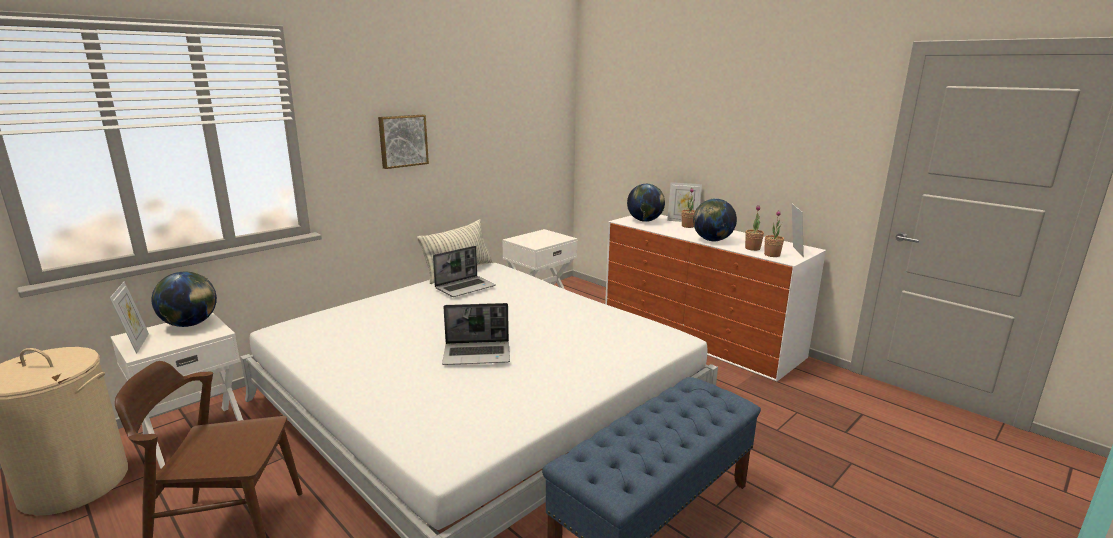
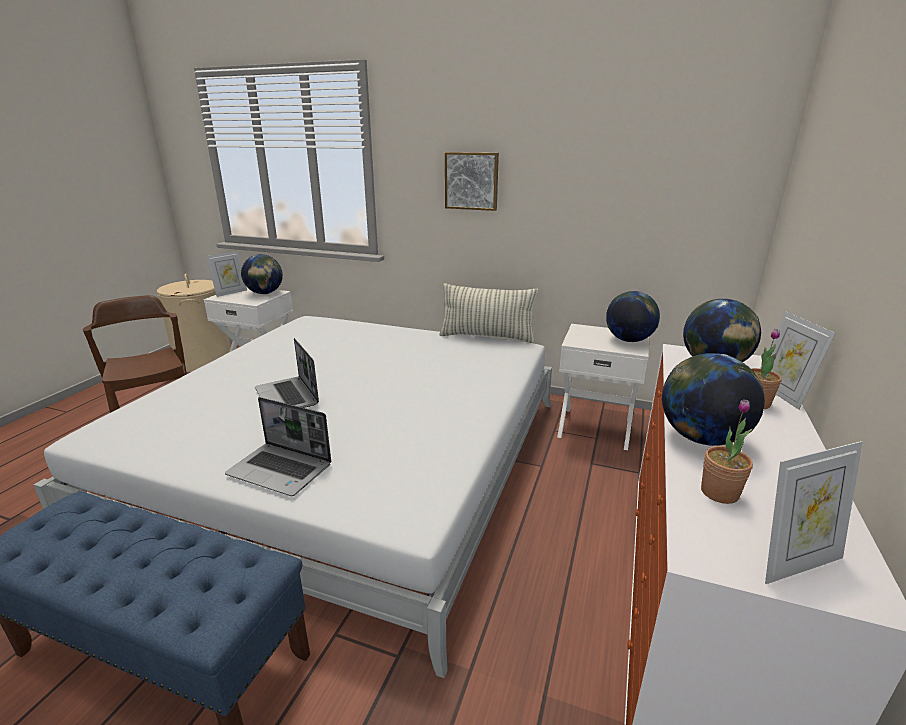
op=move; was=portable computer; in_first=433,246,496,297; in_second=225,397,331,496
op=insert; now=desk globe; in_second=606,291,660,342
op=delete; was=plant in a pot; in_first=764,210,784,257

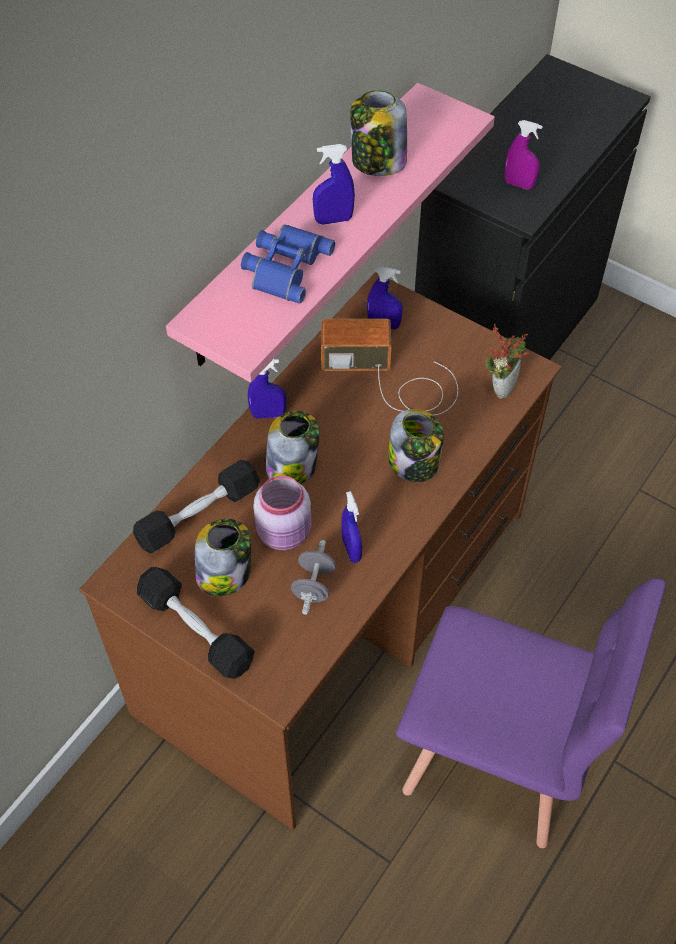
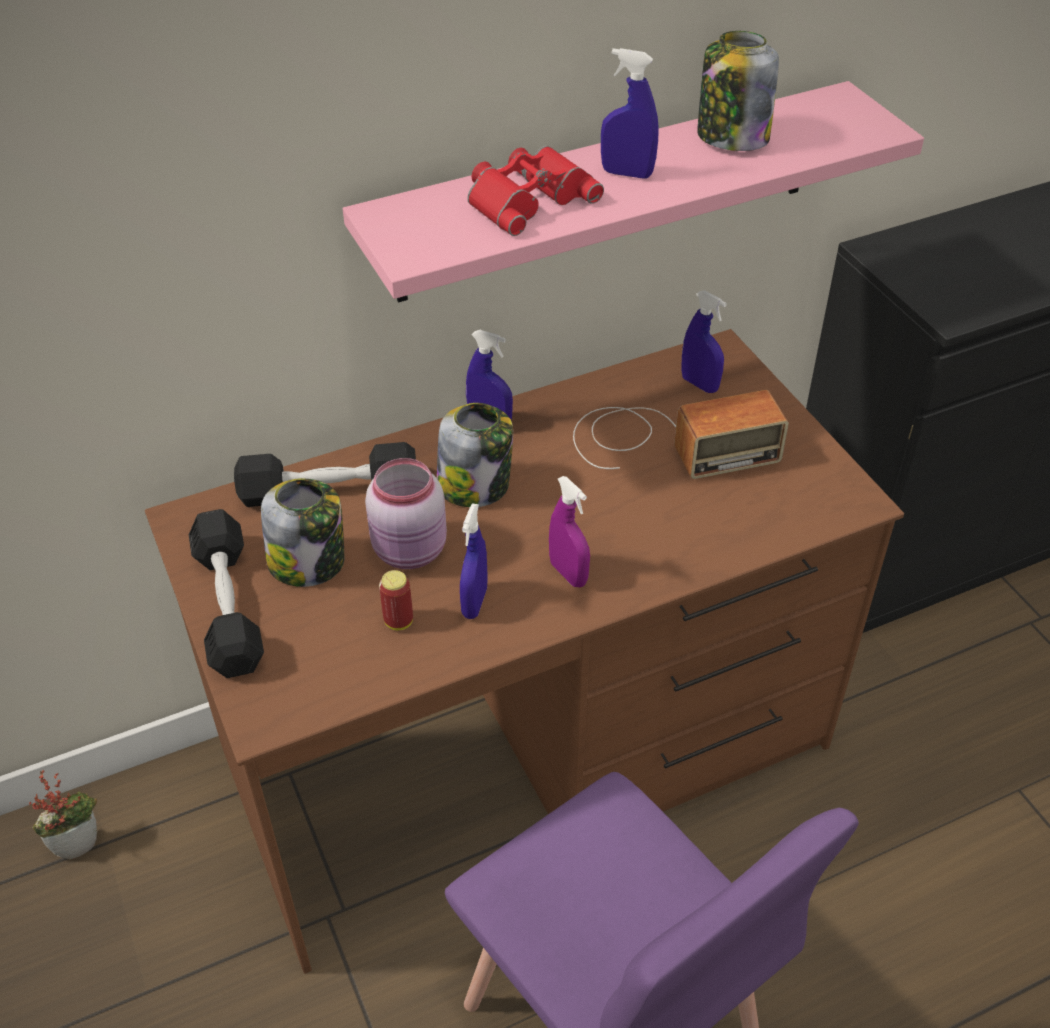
op=move; was=plant in a pot; in_first=485,324,529,399; in_second=29,770,97,860
op=replace; was=grey free weight; now=sealed can; in_first=291,540,336,615; in_second=379,570,413,630
op=recolor; was=blue-coloured pair of binoculars; now=reddish pair of binoculars; in_first=241,224,335,304; in_second=467,146,604,236
op=move; was=purple sprayer; in_first=505,120,543,189; in_second=549,476,590,587
op=rotate; was=radio; in_first=321,319,458,416; in_second=573,390,789,479; clockwise=135
op=delete; was=jar; in_first=388,409,444,482

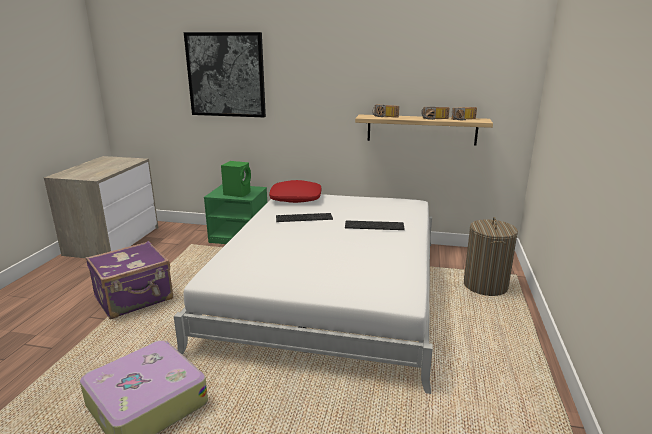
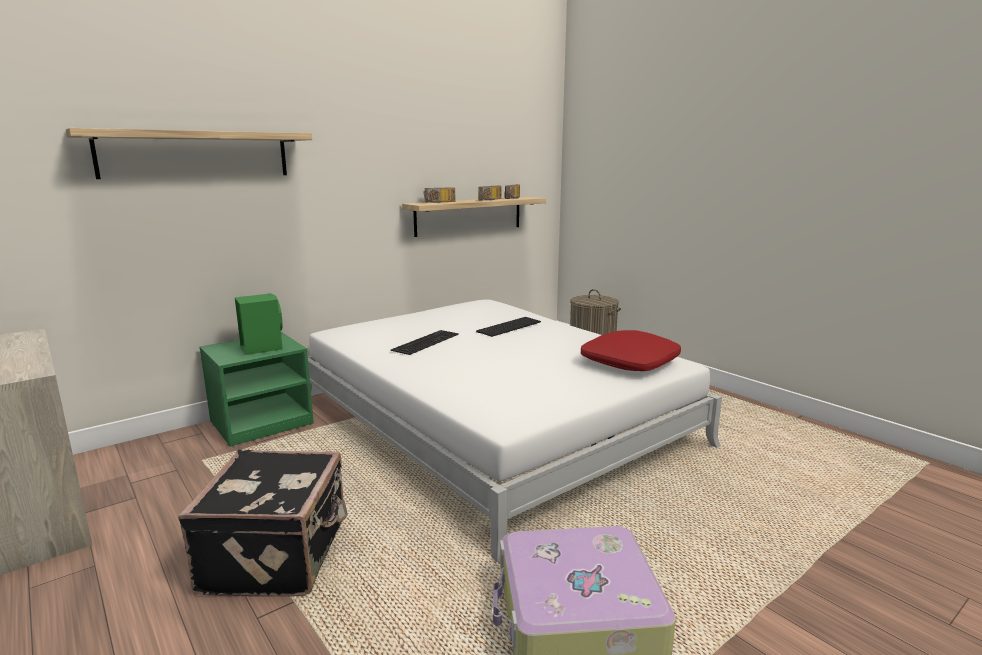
op=replace; was=picture; now=bracket shelf; in_first=184,32,266,117; in_second=66,128,312,179
op=recolor; was=purple piece of luggage; now=black piece of luggage; in_first=86,241,173,319; in_second=178,449,348,597
op=move; was=reddish throw pillow; in_first=269,180,321,203; in_second=581,330,681,371

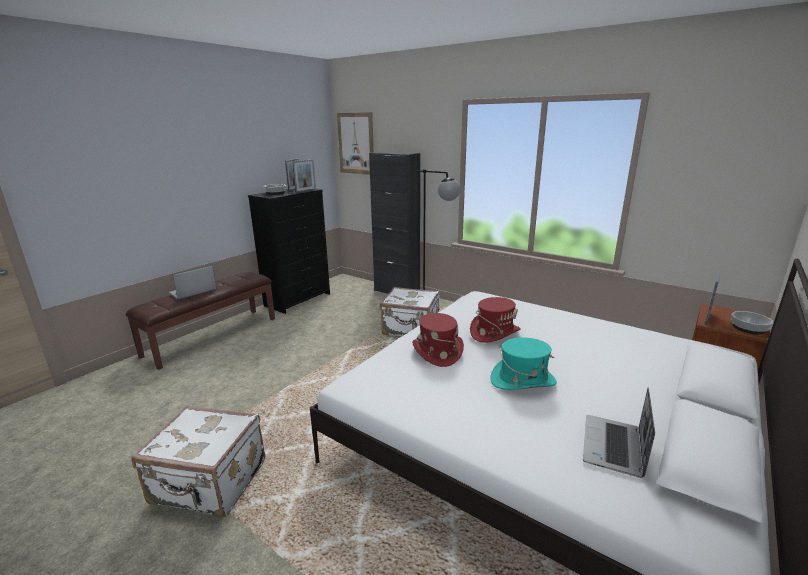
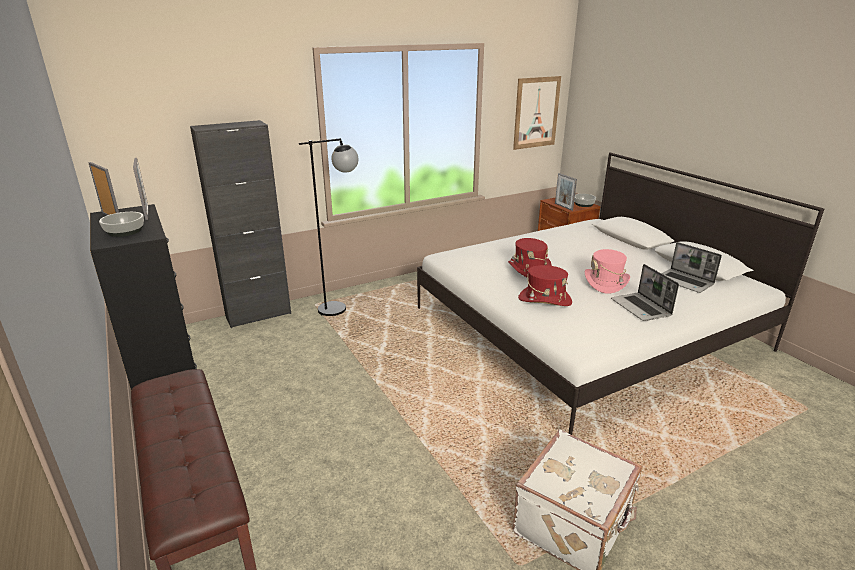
op=move; was=picture; in_first=337,112,374,175; in_second=513,76,561,150
op=recolor; was=blue-green clothing hat; now=pink clothing hat; in_first=490,337,557,390; in_second=585,249,630,294
op=move; was=portable computer; in_first=169,266,217,300; in_second=611,264,679,321
op=delete; was=whitish piece of luggage; in_first=380,287,440,336

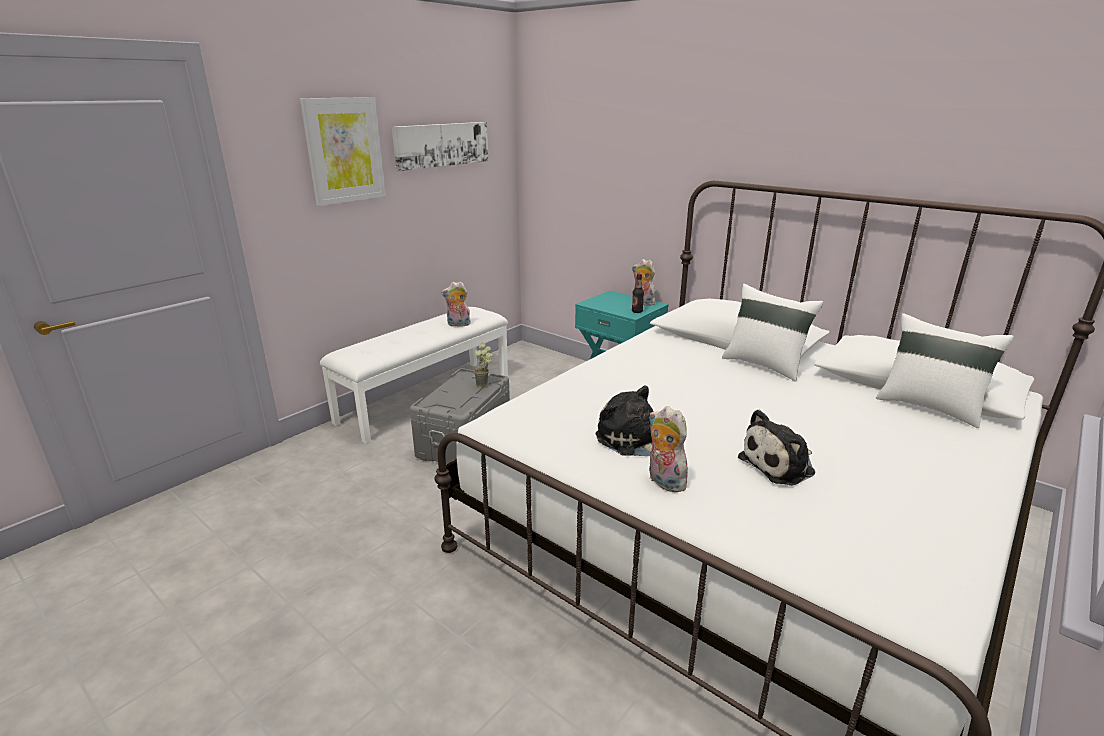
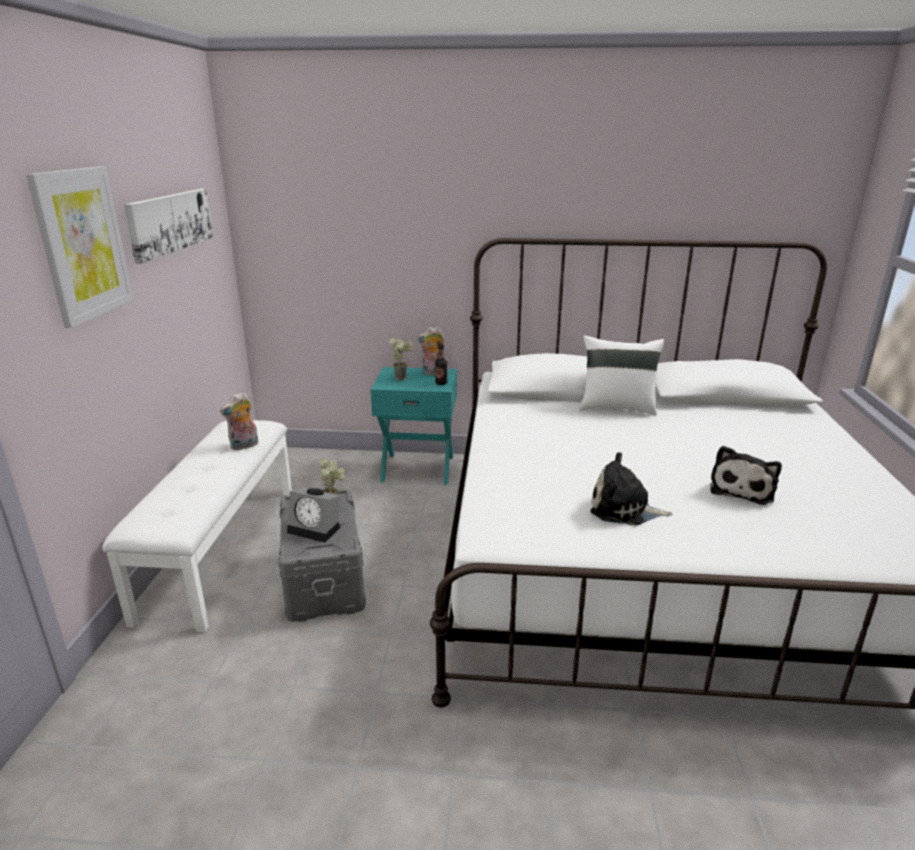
op=insert; now=alarm clock; in_second=287,488,341,543
op=insert; now=plant in a pot; in_second=389,338,413,381
op=delete; was=plush toy; in_first=649,406,692,492
op=delete; was=whitish throw pillow; in_first=876,313,1014,428

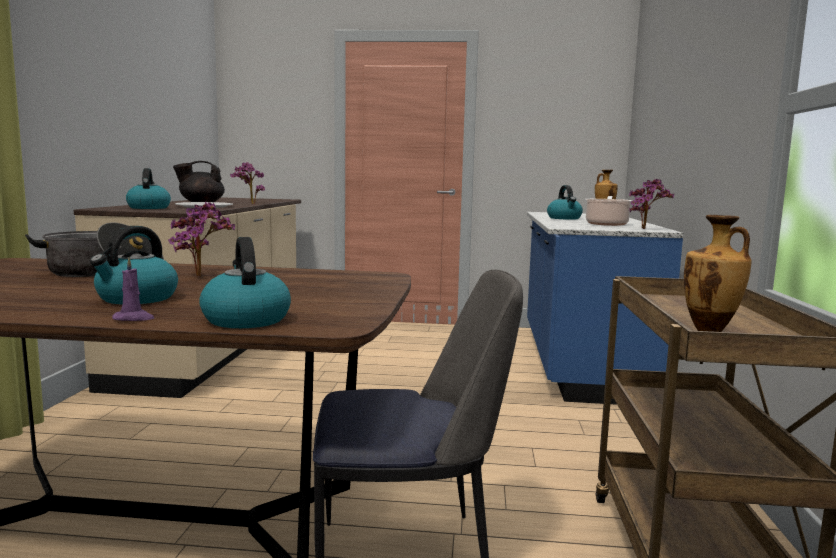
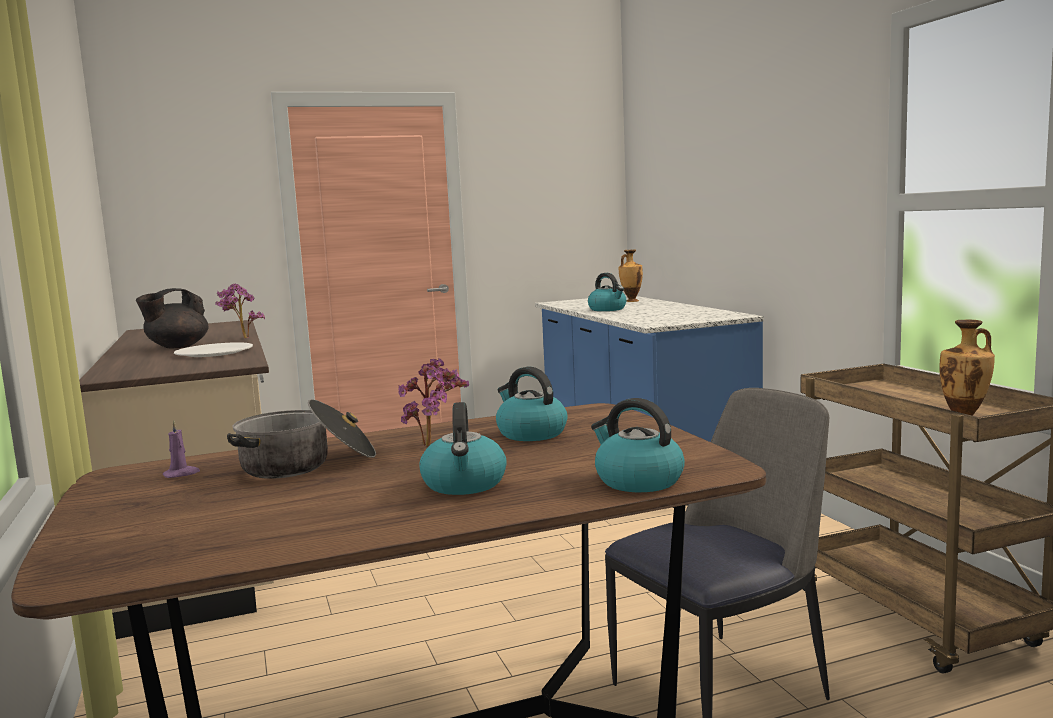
op=move; was=purple wax light; in_first=112,257,154,321; in_second=163,420,200,478
op=move; was=water kettle; in_first=126,168,171,209; in_second=496,367,567,441
op=delete; was=stockpot; in_first=585,196,633,226
op=delete; was=plant in a pot; in_first=629,179,674,229

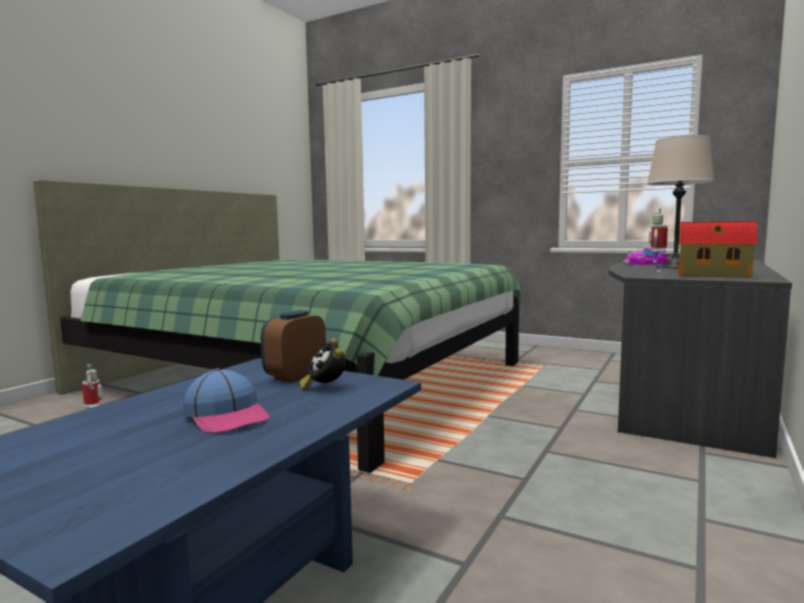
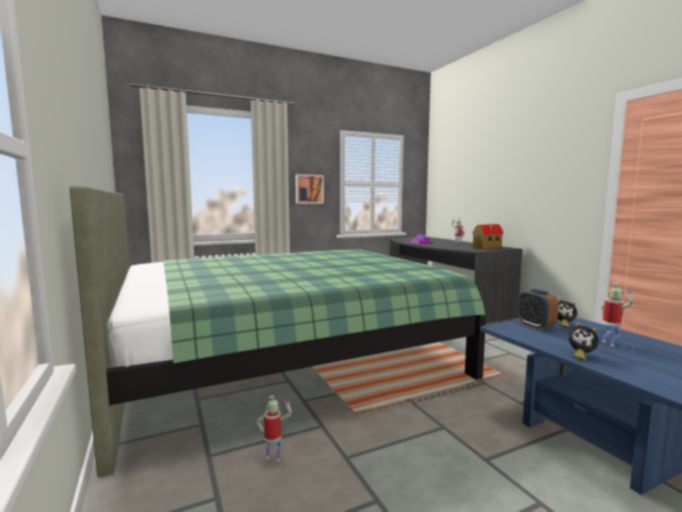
op=insert; now=picture; in_second=295,174,324,204
op=insert; now=alarm clock; in_second=569,323,599,360
op=replace; was=baseball cap; now=toy robot; in_first=183,368,270,433; in_second=601,283,634,346
op=delete; was=beige tabletop lamp; in_first=647,135,715,268

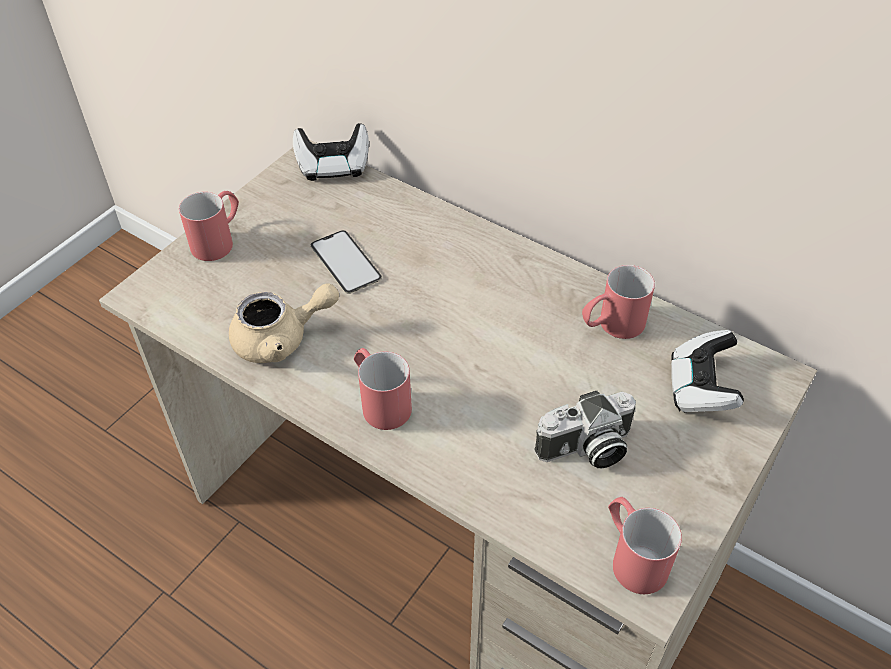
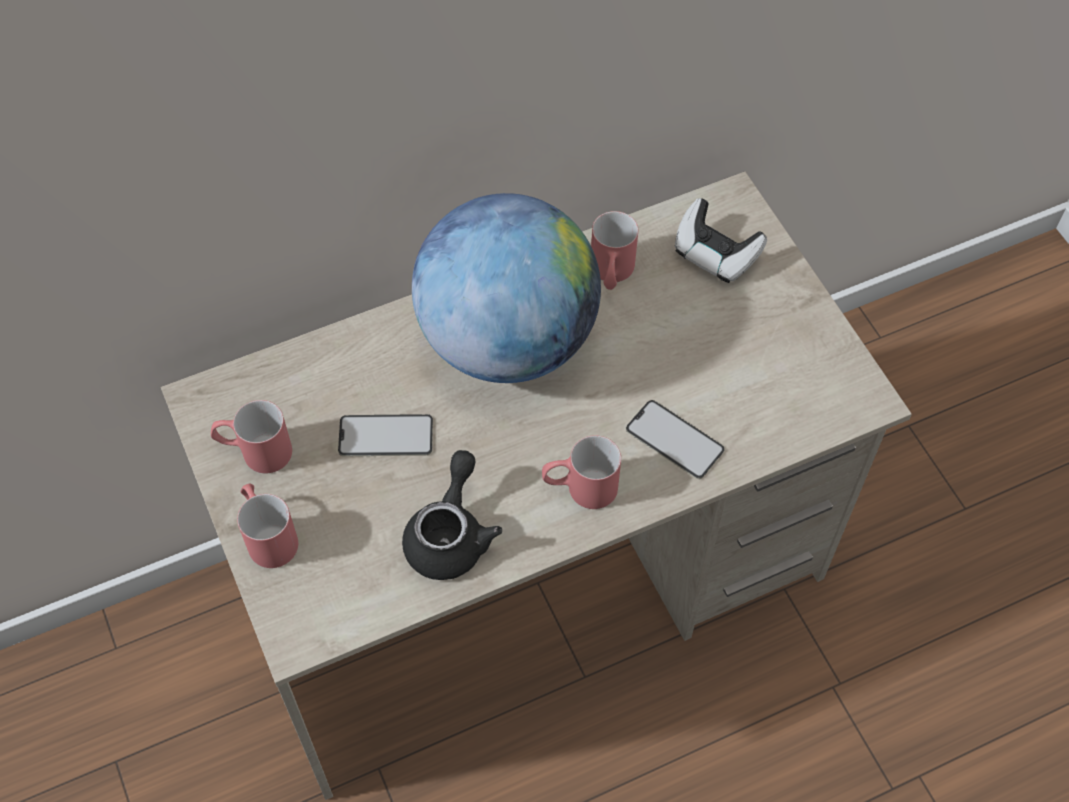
op=move; was=reddish coffee mug; in_first=608,497,682,594; in_second=211,400,292,473
op=recolor; was=beige tea pot; now=black tea pot; in_first=229,283,339,363; in_second=402,450,502,580
op=insert; now=desk globe; in_second=412,193,601,383
op=insert; now=phone; in_second=626,400,725,479
op=delete; was=joypad; in_first=293,123,369,181
op=delete; was=photo camera; in_first=534,390,636,468

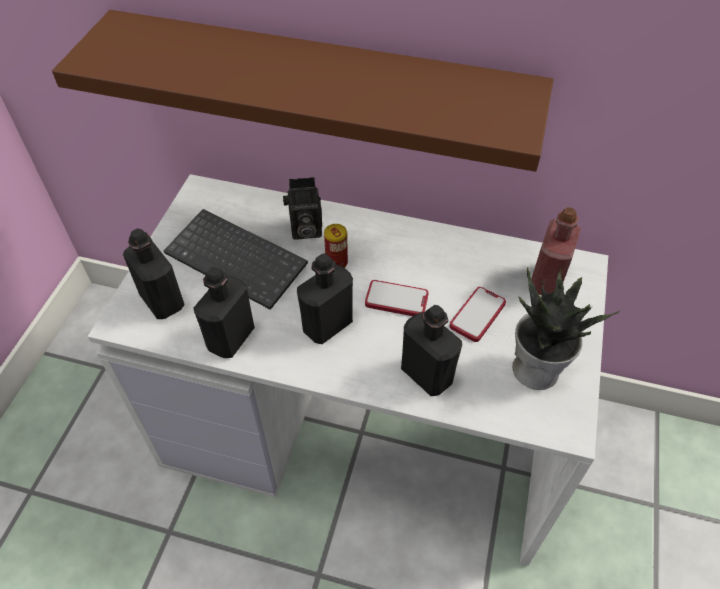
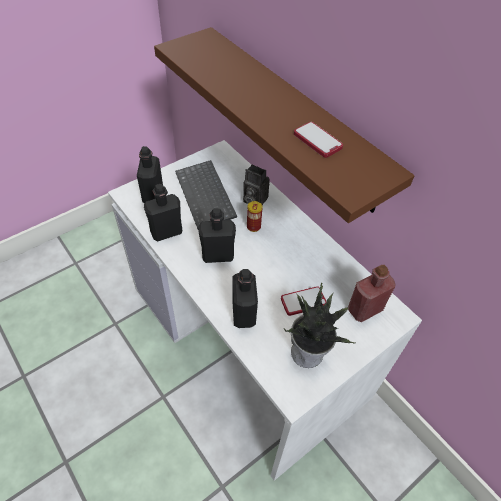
op=move; was=phone; in_first=365,280,429,316; in_second=294,122,343,158

